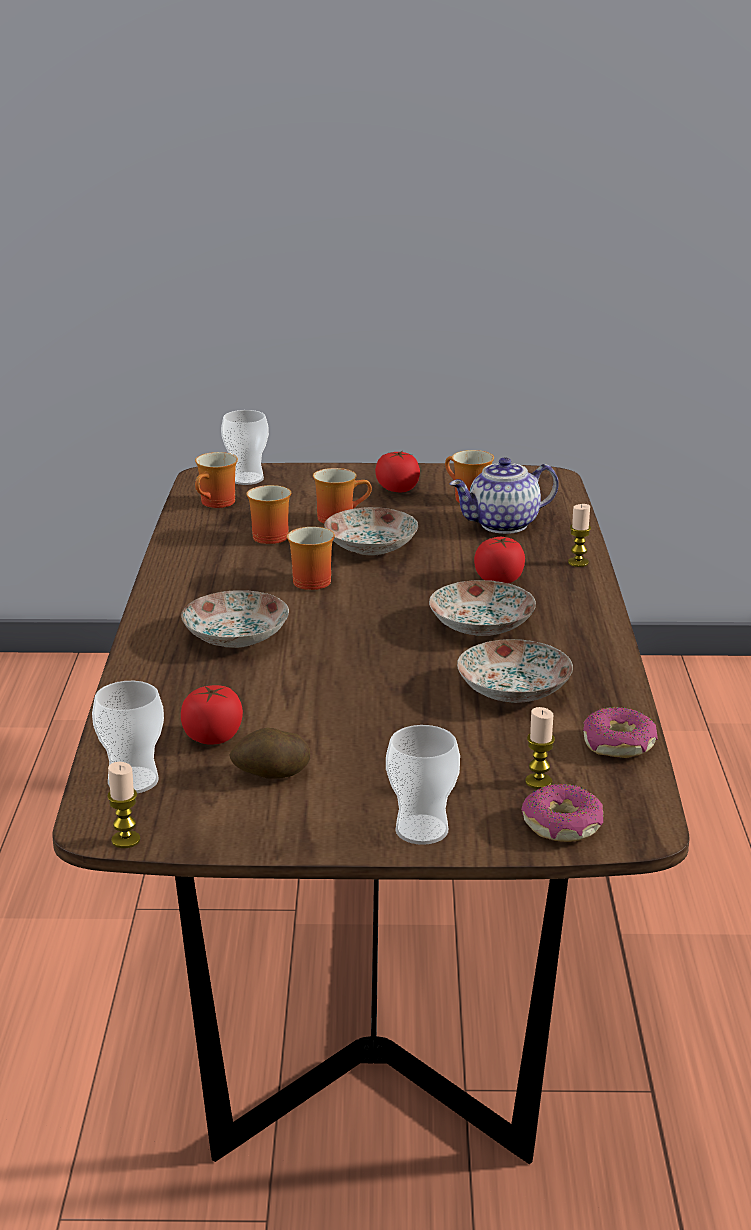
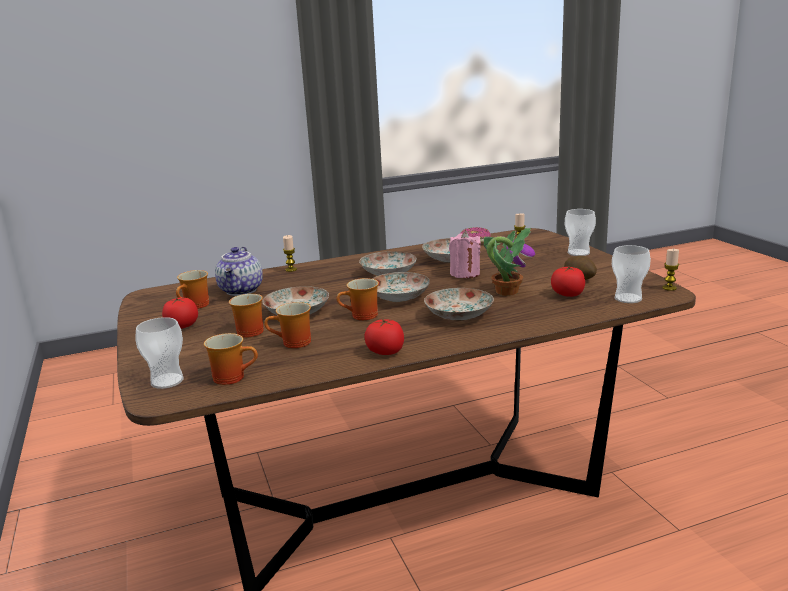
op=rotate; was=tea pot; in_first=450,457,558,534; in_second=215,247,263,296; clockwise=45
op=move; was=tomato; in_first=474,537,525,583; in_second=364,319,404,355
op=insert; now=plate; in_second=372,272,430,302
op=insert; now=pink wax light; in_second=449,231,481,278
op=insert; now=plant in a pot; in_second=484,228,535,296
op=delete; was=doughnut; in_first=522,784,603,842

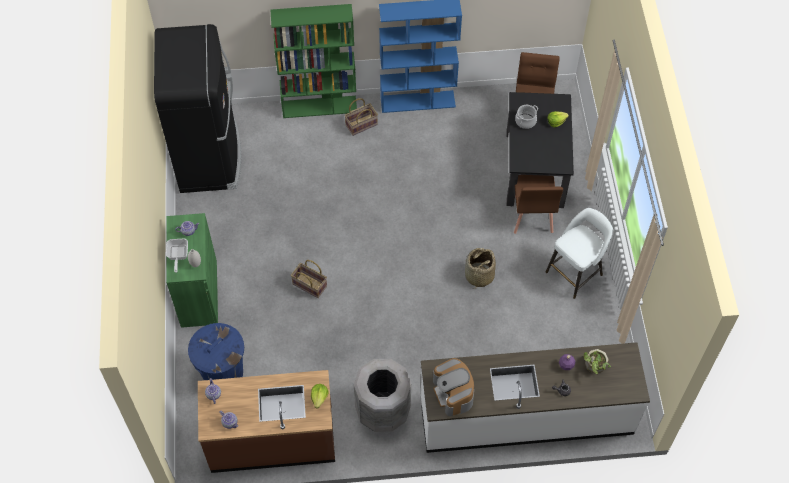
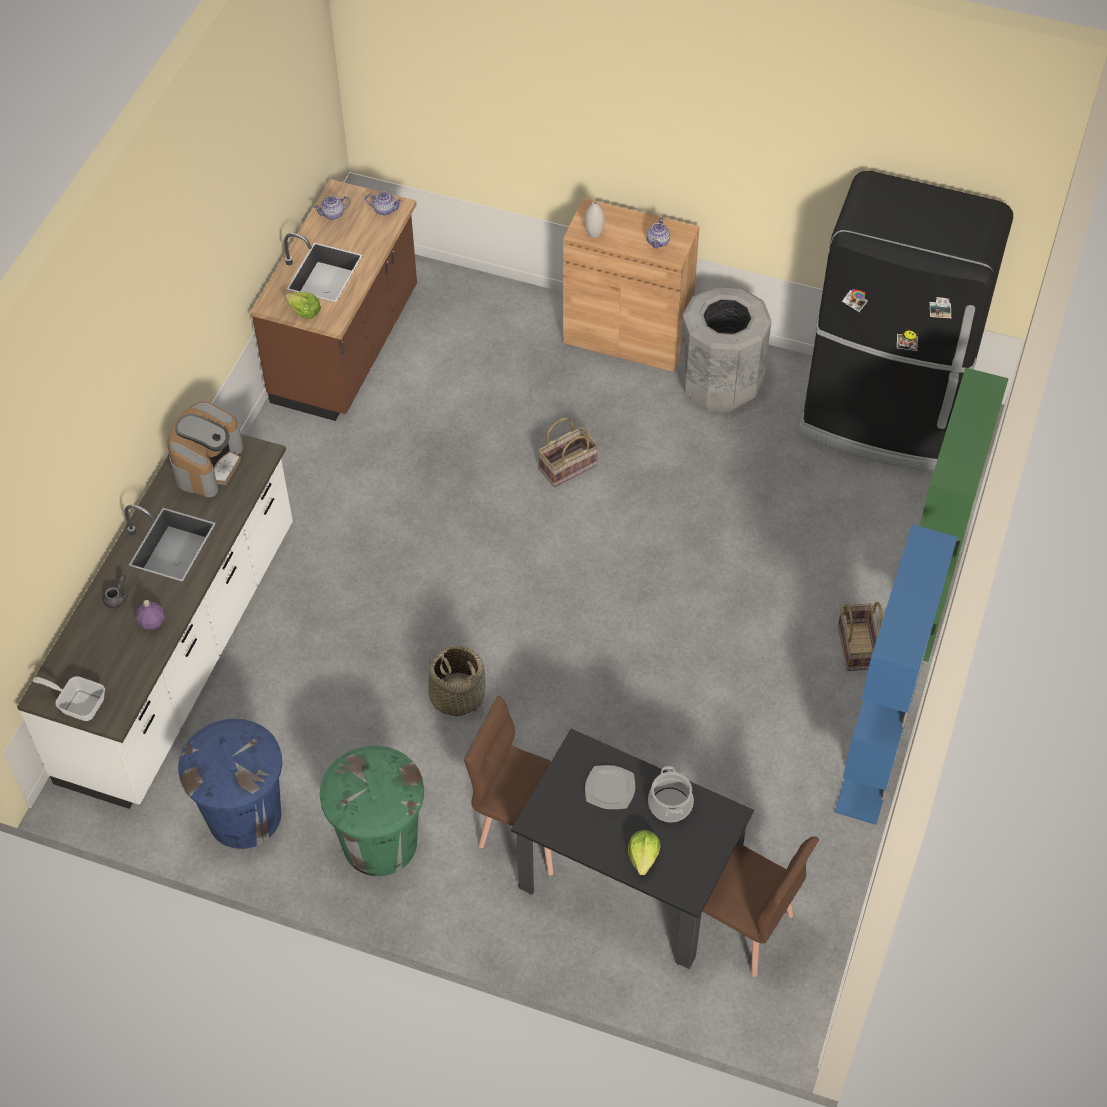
op=move; was=frying pan; in_first=166,239,188,273; in_second=33,676,105,721
op=rotate; was=coffee machine; in_first=433,358,474,417; in_second=168,402,243,497; clockwise=105
op=move; was=blue-coloured rubbish bin; in_first=188,323,244,380; in_second=178,719,282,849
op=replace; was=whitish stool seat; now=green rubbish bin; in_first=546,208,613,299; in_second=320,746,424,876
op=recolor; was=green storage cabinet; now=brown-coloured storage cabinet; in_first=166,213,218,328; in_second=563,198,700,372
op=insert; now=plate; in_second=585,765,635,809
op=move; was=grey rubbish bin; in_first=354,359,411,432; in_second=678,286,772,413
op=delete; was=plant in a pot; in_first=584,349,611,374

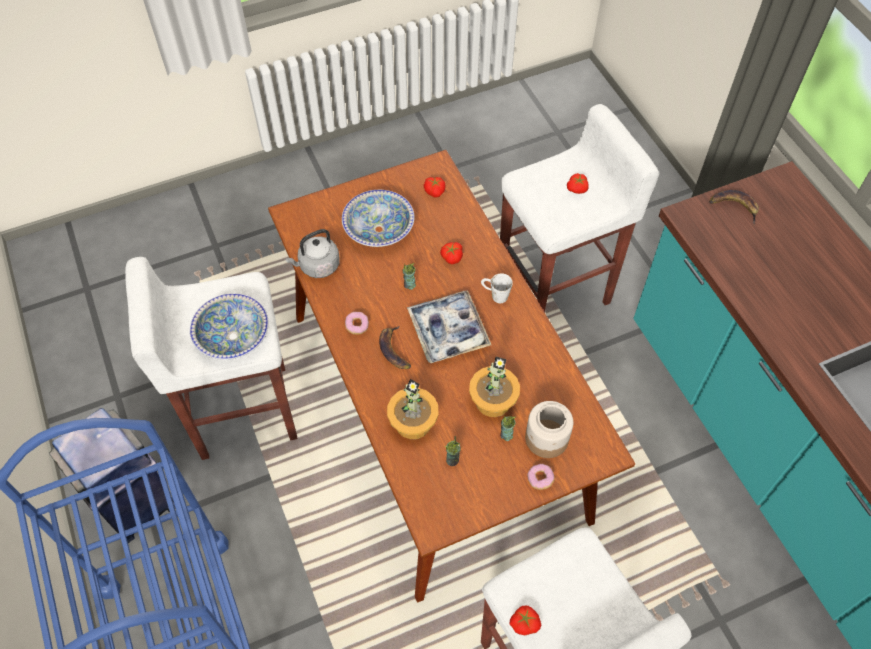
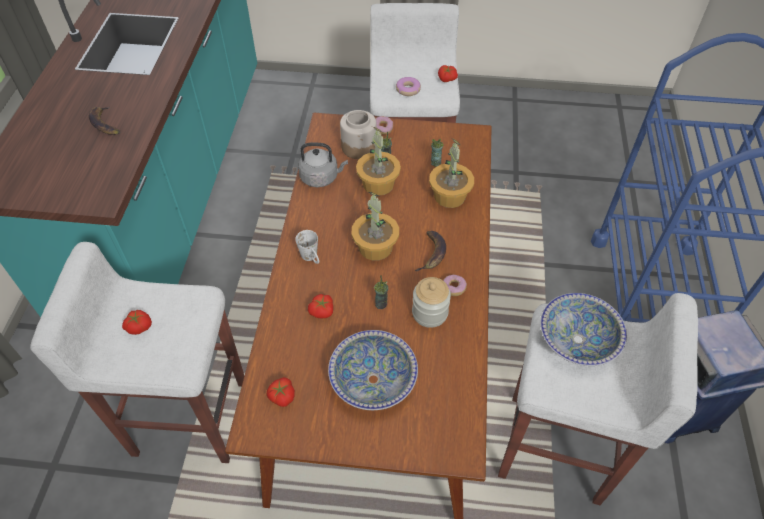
op=move; was=banana; in_first=709,190,759,224; in_second=89,106,120,135
op=move; was=grey water kettle; in_first=285,229,340,278; in_second=298,142,348,187
op=replace; was=tray; now=plant in a pot; in_first=407,290,491,363; in_second=352,192,399,260
op=insert; now=doughnut; in_second=396,77,421,96
op=insert; now=jar; in_second=412,277,451,328

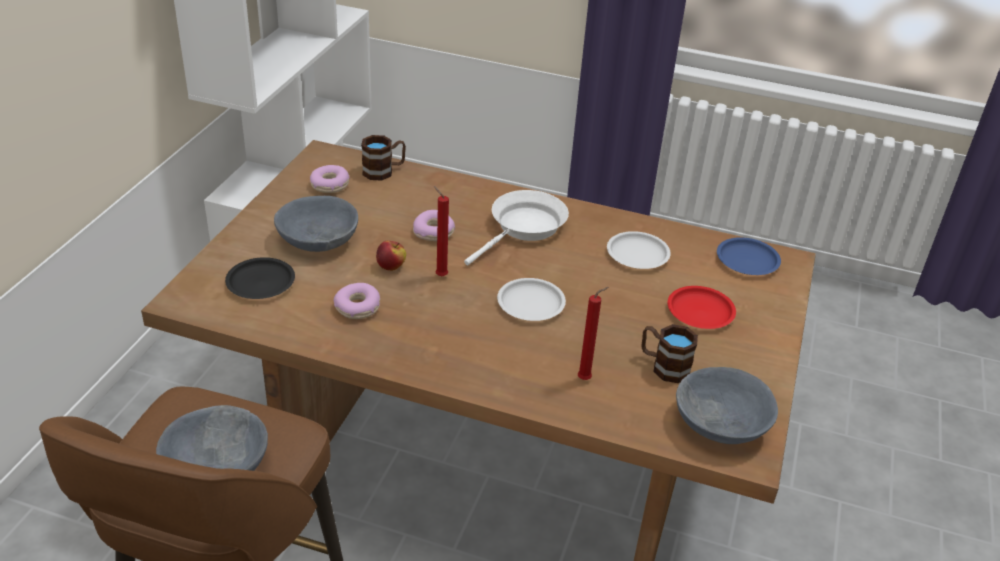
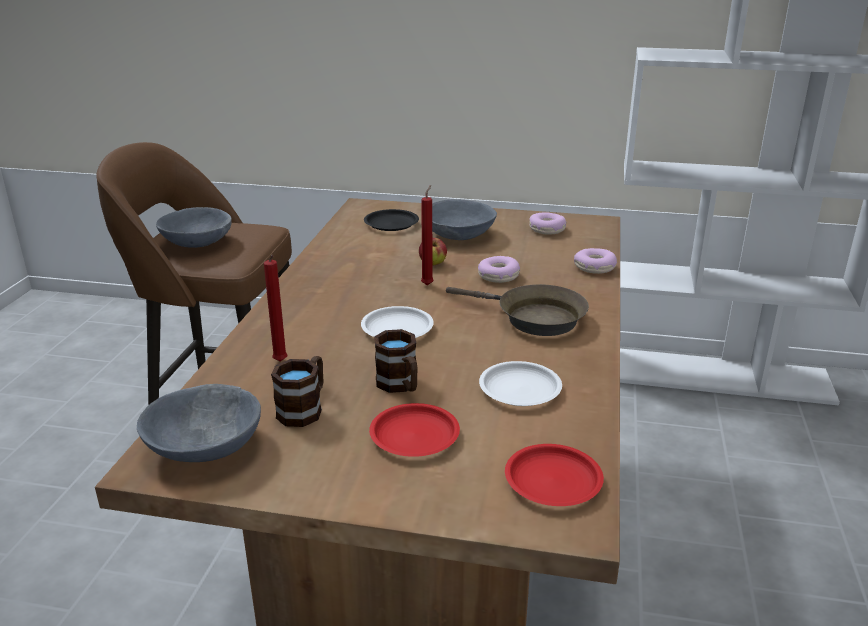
op=move; was=brown-coloured coffee mug; in_first=361,135,406,181; in_second=374,329,418,393
op=recolor; was=whitish frying pan; now=brown-coloured frying pan; in_first=464,190,569,265; in_second=446,284,589,336
op=recolor; was=blue-coloured plate; now=reddish plate; in_first=717,237,781,275; in_second=505,444,604,506
op=move; was=doughnut; in_first=334,283,380,319; in_second=574,248,617,274

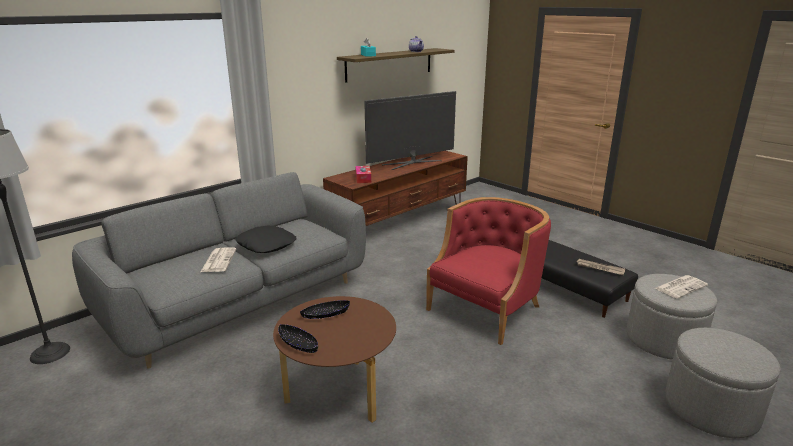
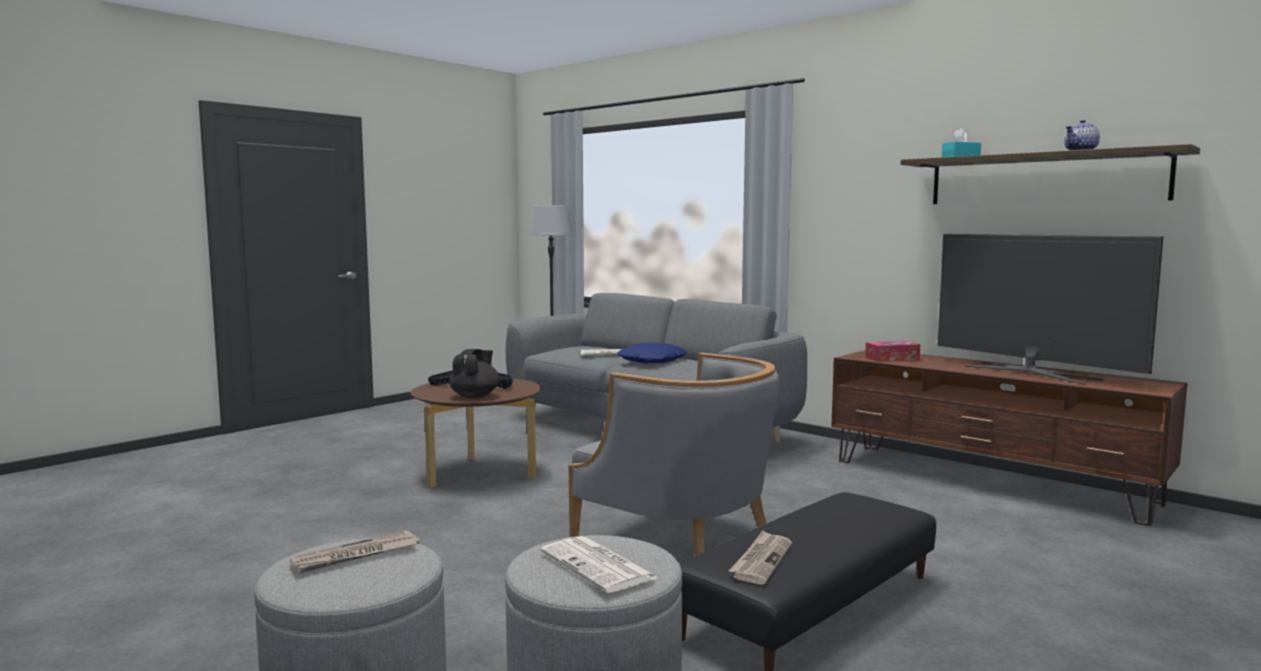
op=insert; now=newspaper; in_second=290,530,420,573
op=insert; now=black tea pot; in_second=449,349,500,398
op=recolor; was=reddish easy chair; now=grey easy chair; in_first=426,197,551,345; in_second=569,353,779,556
op=recolor; was=black throw pillow; now=blue-coloured throw pillow; in_first=236,226,297,253; in_second=617,343,687,363

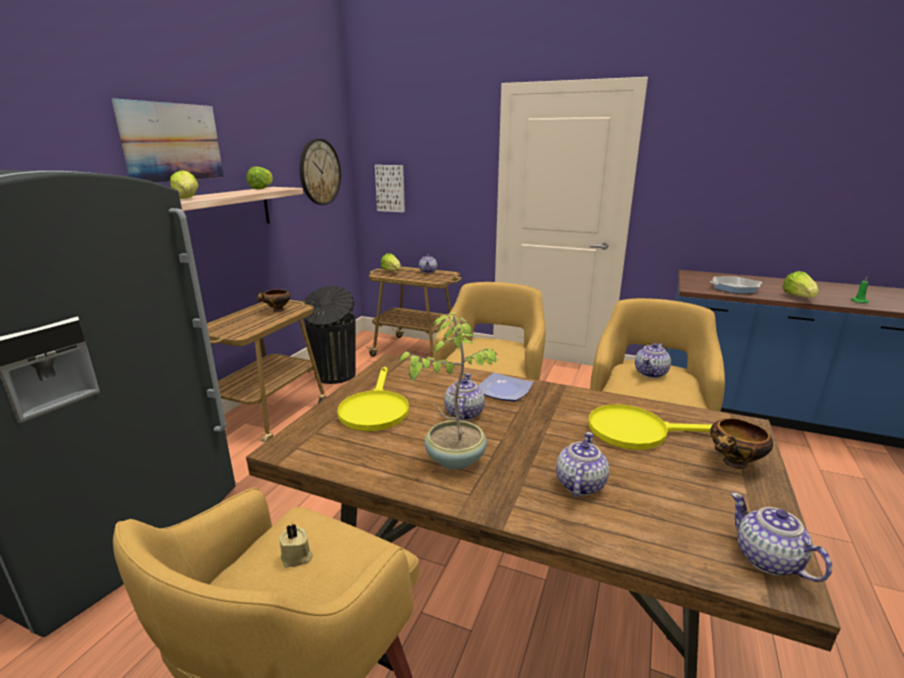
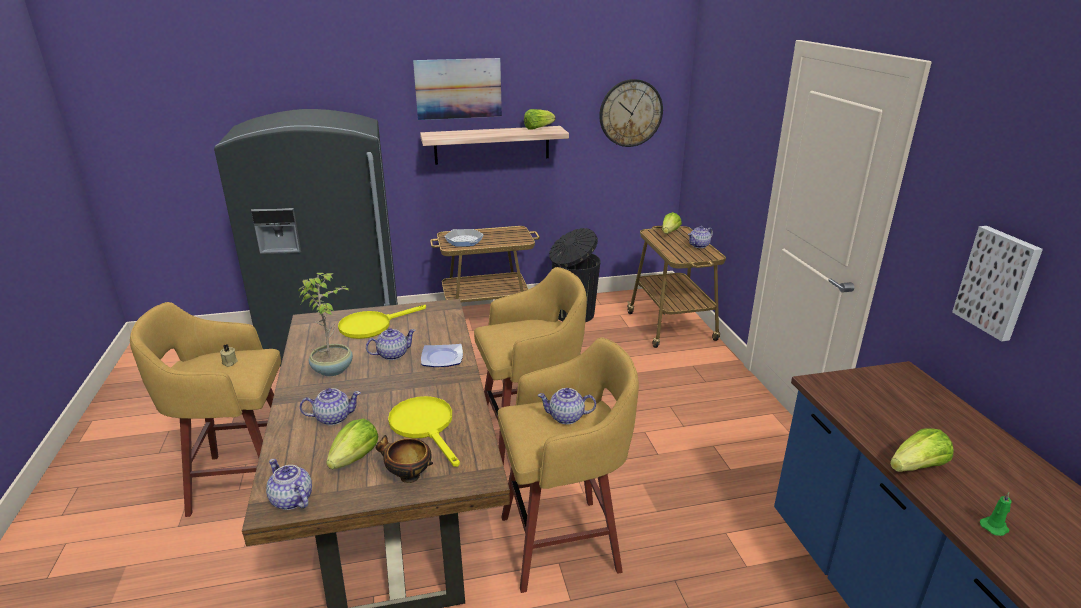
op=rotate; was=tea pot; in_first=731,493,832,582; in_second=266,459,312,510; clockwise=-75
op=move; was=head of lettuce; in_first=170,170,199,199; in_second=326,418,378,469
op=move; was=frying pan; in_first=710,276,762,294; in_second=444,229,484,247
op=move; was=picture; in_first=375,165,405,212; in_second=952,226,1043,342
op=delete; was=bowl; in_first=257,289,291,312

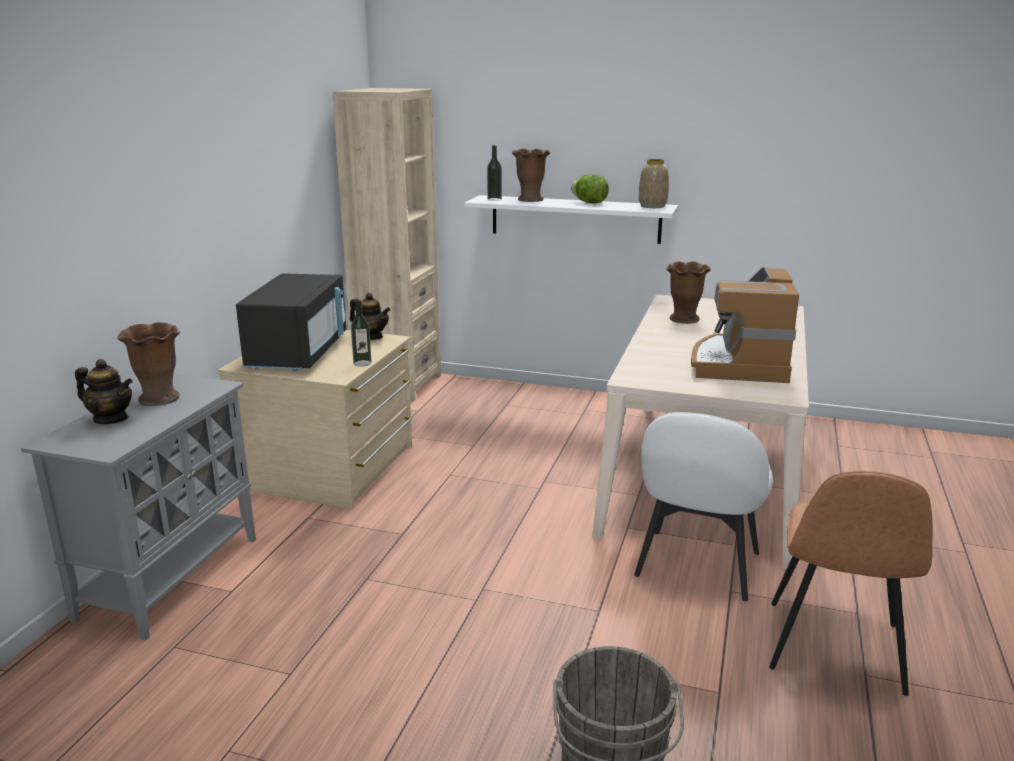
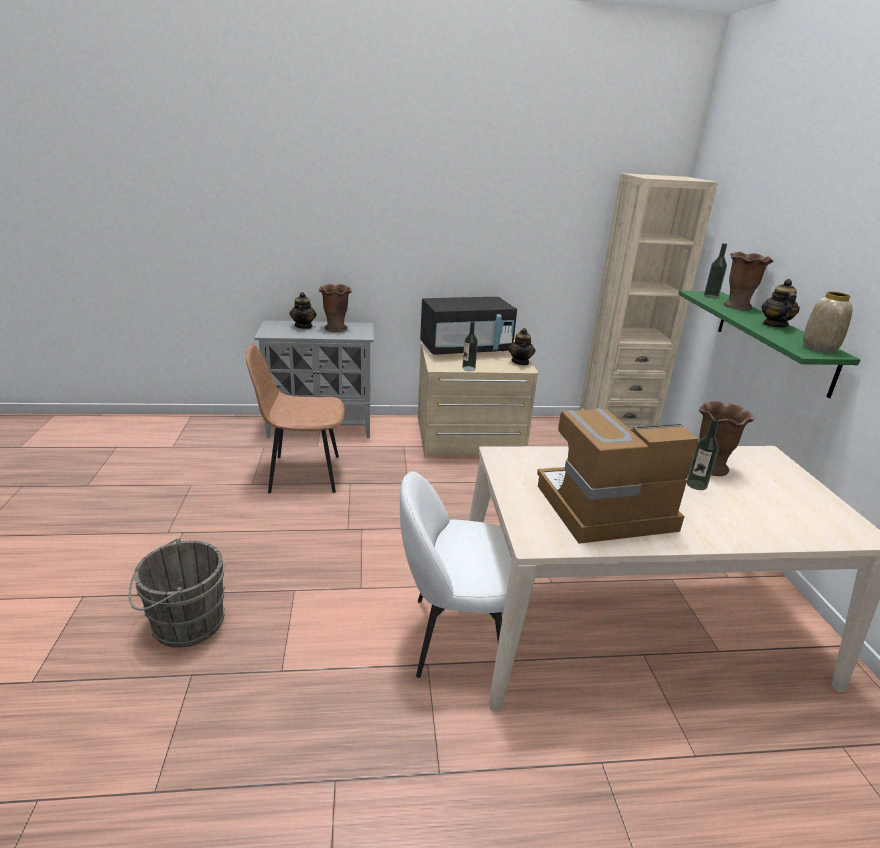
op=move; was=brown-coloured chair; in_first=769,471,933,696; in_second=246,343,345,494
op=recolor; was=whitish bracket shelf; now=green bracket shelf; in_first=464,195,678,244; in_second=678,290,860,398
op=insert; now=drink bottle; in_second=687,418,719,490
op=replace; was=head of lettuce; now=tea pot; in_first=571,174,609,203; in_second=762,279,800,328

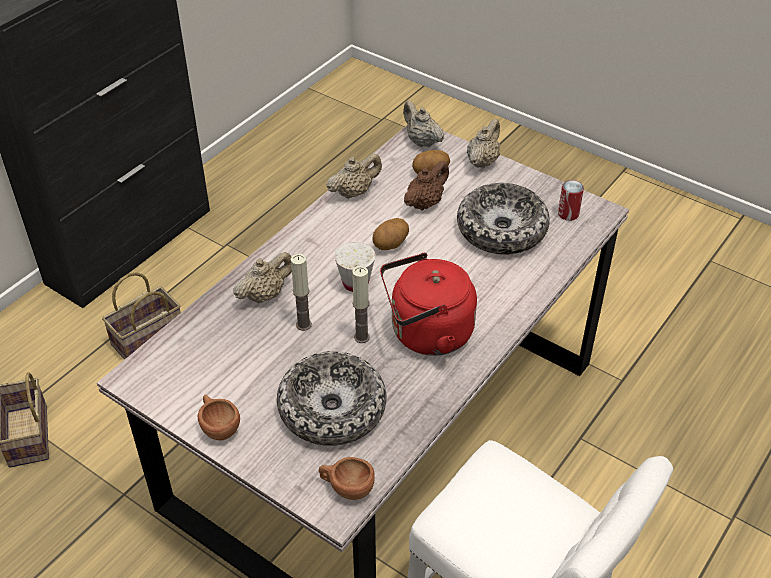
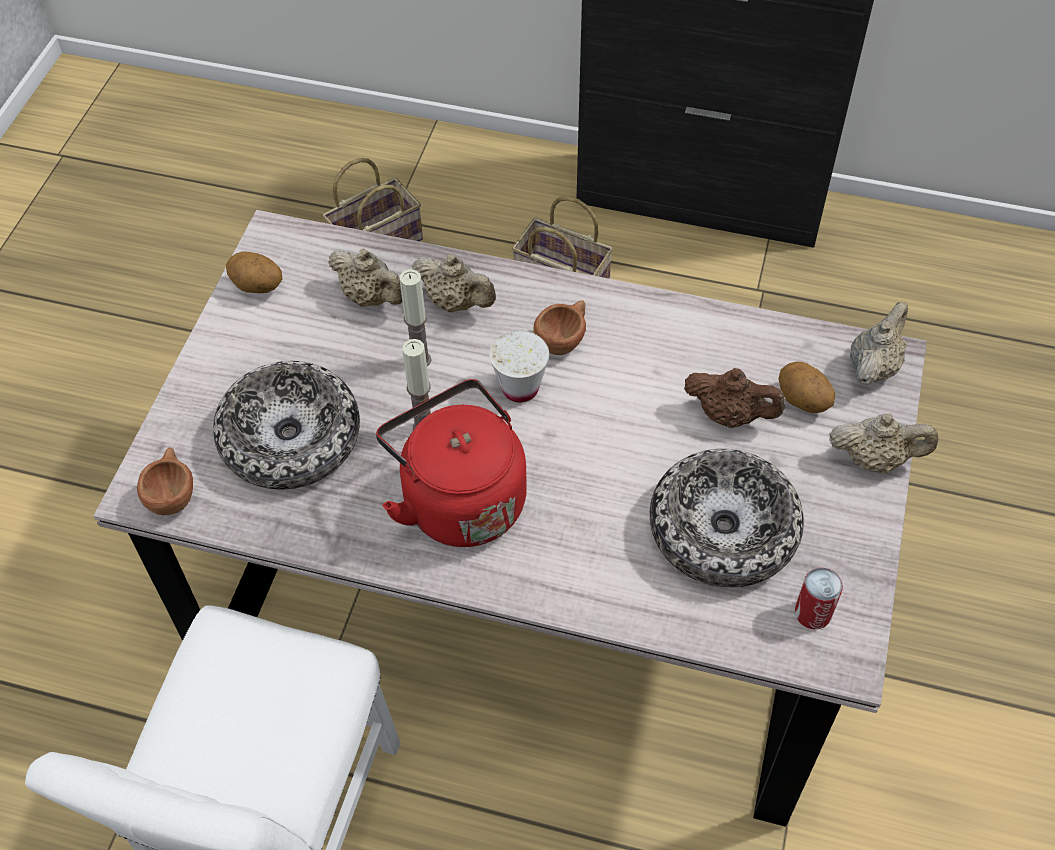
op=move; was=spud; in_first=372,218,409,250; in_second=226,251,283,293
op=move; was=beige tea pot; in_first=327,153,382,199; in_second=328,249,402,307
op=move; was=brown-coloured small cup; in_first=197,395,240,440; in_second=533,301,586,355

